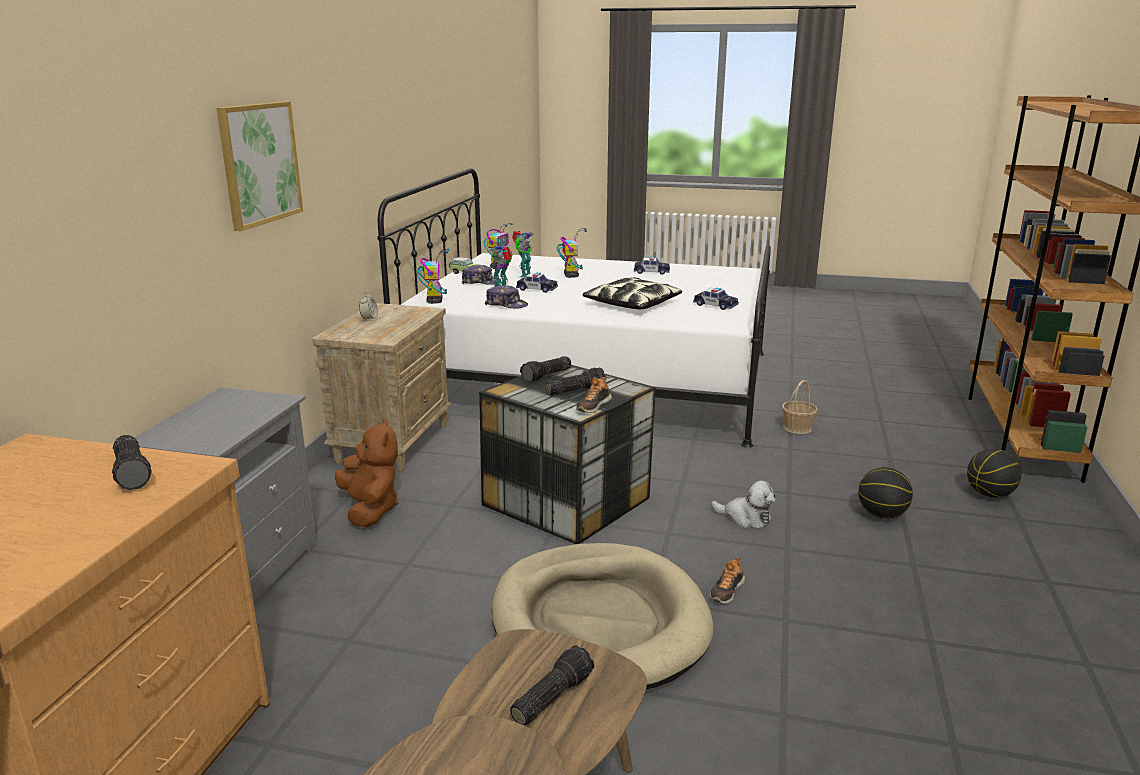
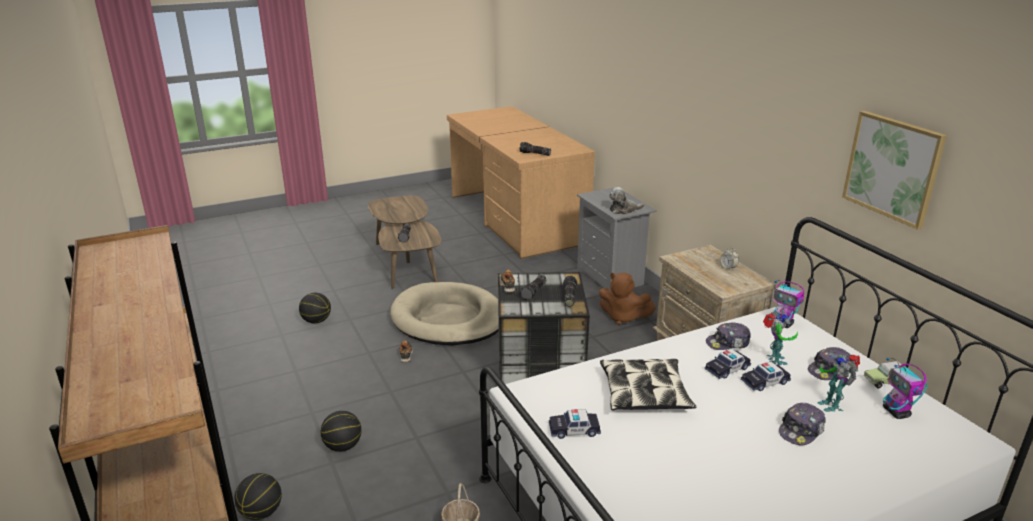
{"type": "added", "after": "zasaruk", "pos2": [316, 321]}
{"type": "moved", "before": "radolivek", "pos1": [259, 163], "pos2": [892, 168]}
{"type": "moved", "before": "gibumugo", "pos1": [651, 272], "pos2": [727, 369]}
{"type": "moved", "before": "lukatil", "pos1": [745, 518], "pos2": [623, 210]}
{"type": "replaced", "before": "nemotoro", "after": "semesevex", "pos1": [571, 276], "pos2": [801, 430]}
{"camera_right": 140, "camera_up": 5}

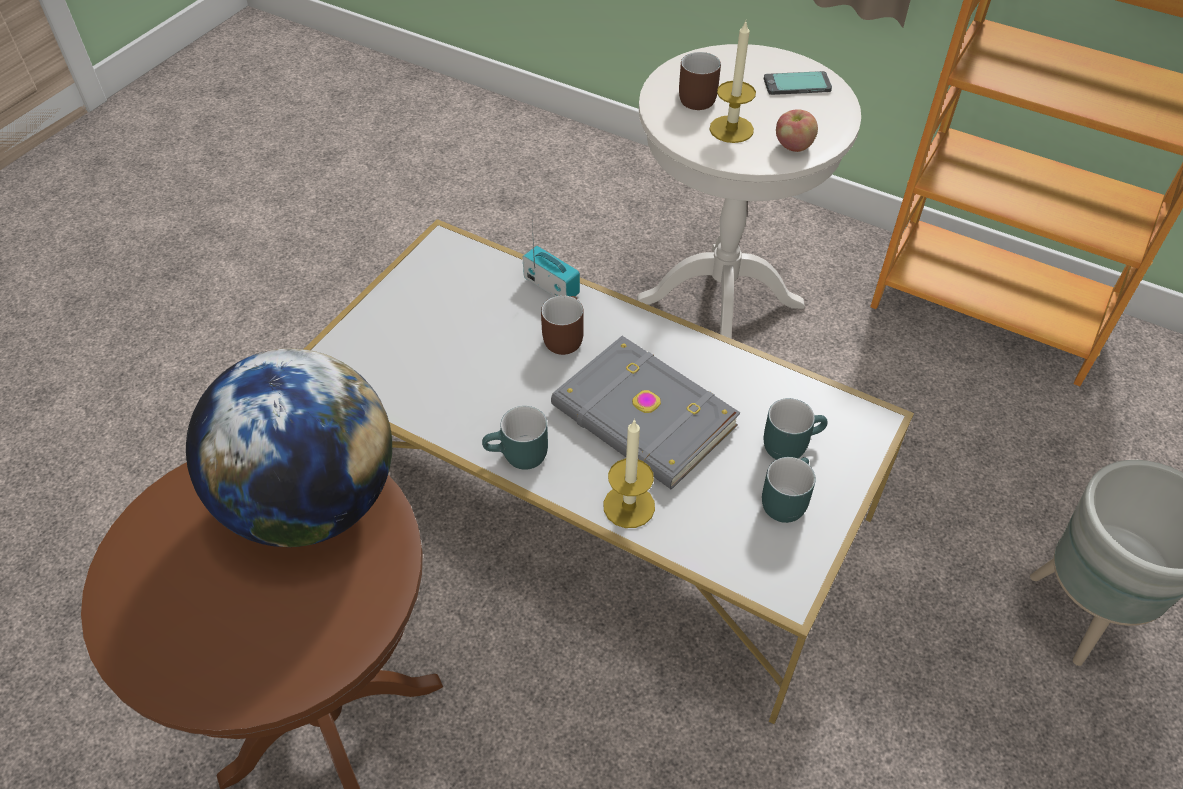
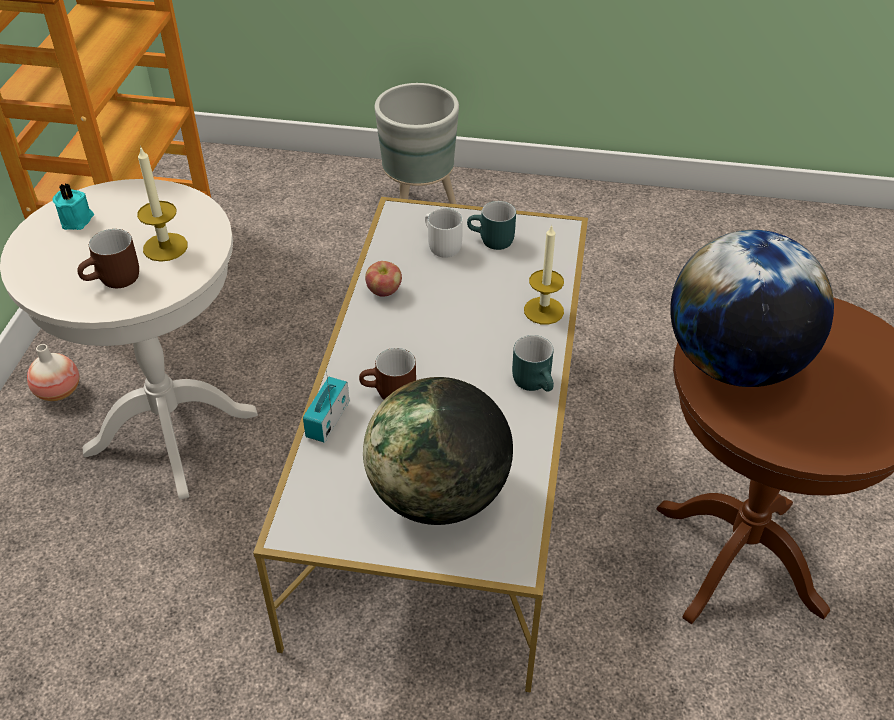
{"type": "removed", "before": "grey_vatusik", "pos1": [642, 418]}
{"type": "added", "after": "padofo", "pos2": [58, 392]}
{"type": "added", "after": "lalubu", "pos2": [438, 496]}
{"type": "moved", "before": "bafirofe", "pos1": [793, 146], "pos2": [384, 291]}
{"type": "replaced", "before": "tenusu", "after": "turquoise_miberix", "pos1": [797, 85], "pos2": [77, 220]}
{"type": "recoloured", "before": "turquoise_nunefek", "after": "white_nunefek", "pos1": [789, 442], "pos2": [439, 246]}
{"camera_right": -110, "camera_up": -5}

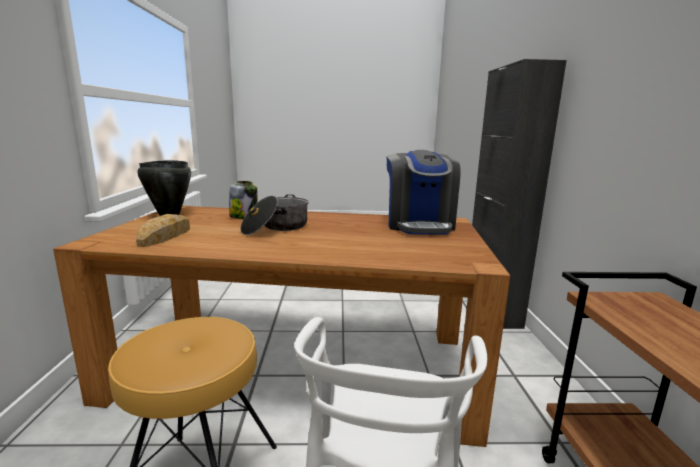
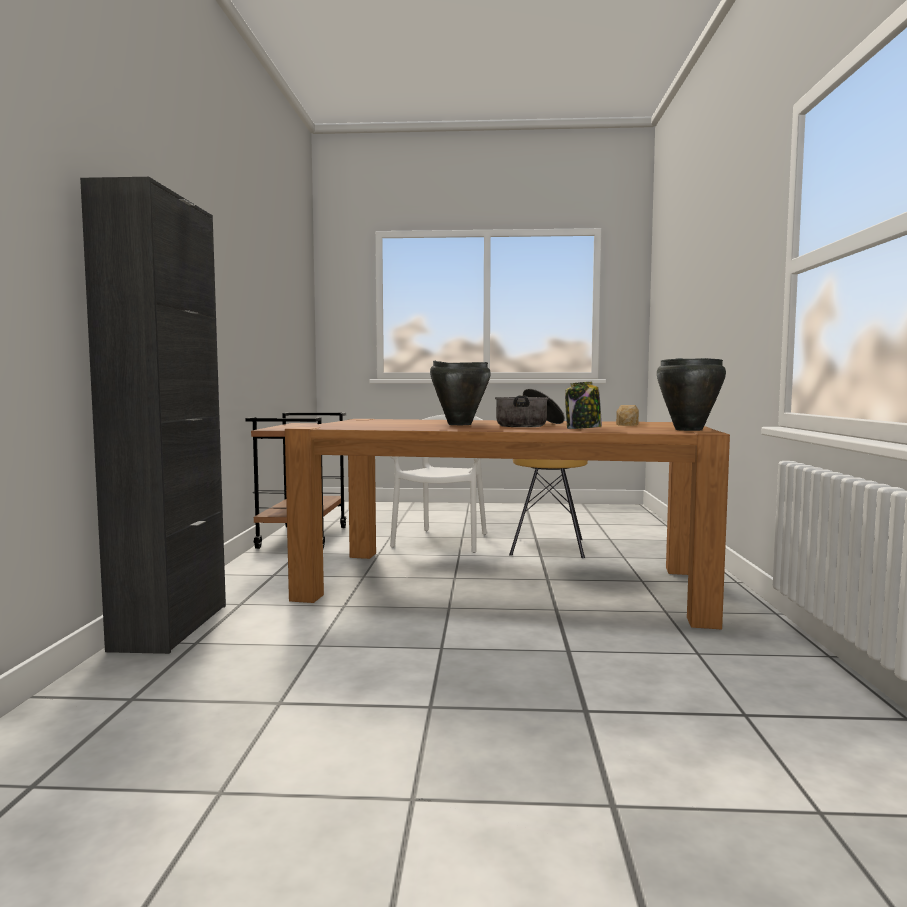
{"type": "removed", "before": "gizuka", "pos1": [419, 225]}
{"type": "added", "after": "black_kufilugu", "pos2": [459, 424]}
{"camera_right": -175, "camera_up": -10}

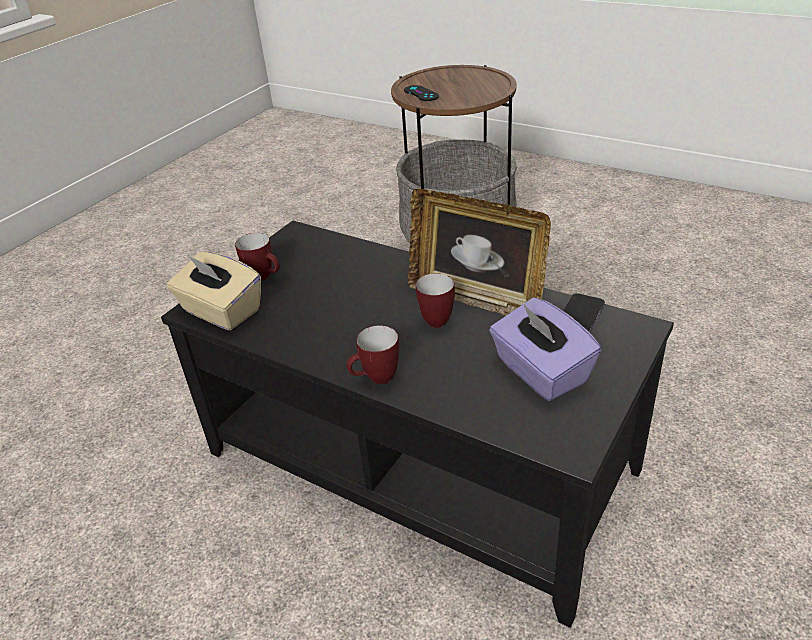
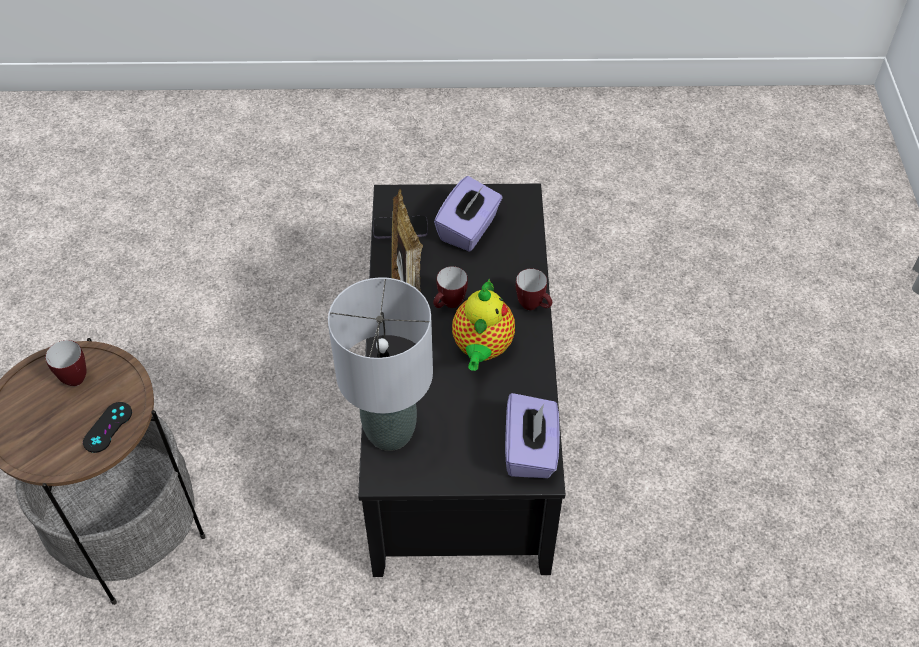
{"type": "added", "after": "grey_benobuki", "pos2": [389, 431]}
{"type": "added", "after": "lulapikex", "pos2": [482, 349]}
{"type": "moved", "before": "nunefek", "pos1": [264, 277], "pos2": [75, 375]}
{"type": "recoloured", "before": "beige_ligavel", "after": "purple_ligavel", "pos1": [221, 311], "pos2": [530, 451]}
{"camera_right": -125, "camera_up": 15}

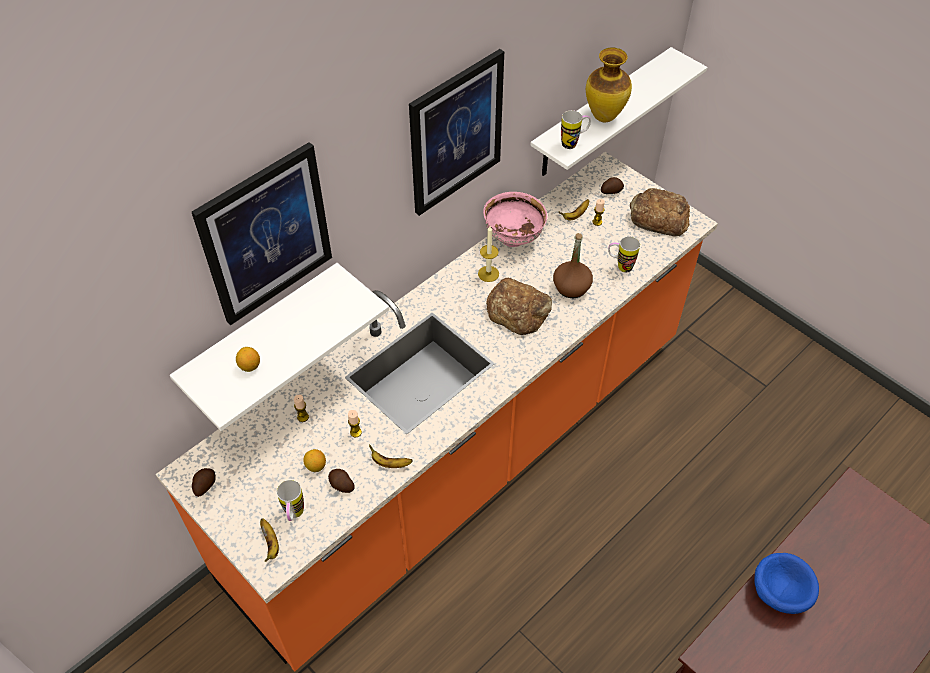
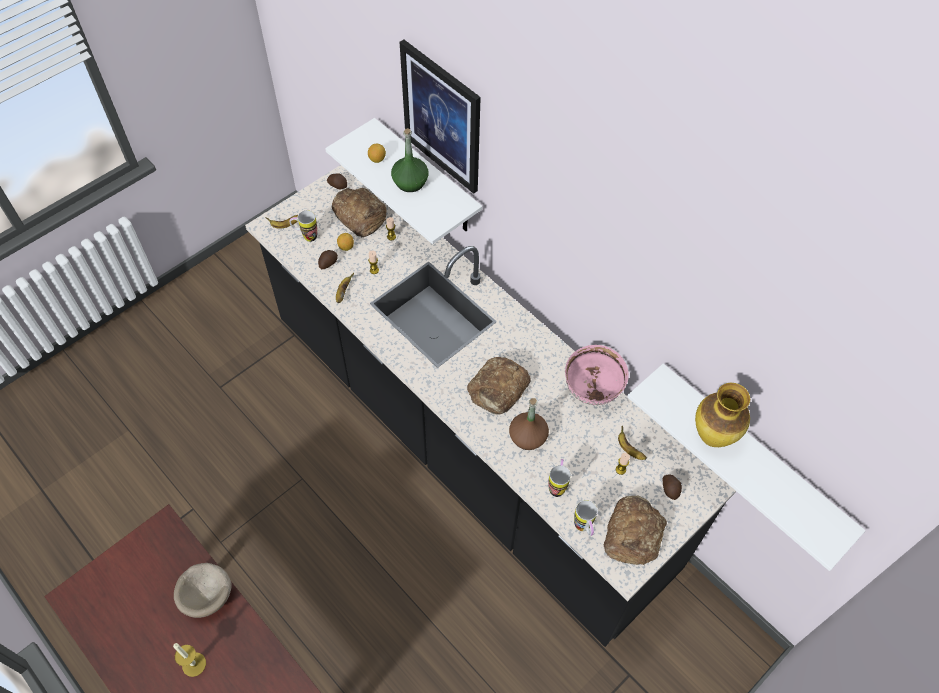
{"type": "removed", "before": "radolivek", "pos1": [456, 133]}
{"type": "added", "after": "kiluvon", "pos2": [360, 215]}
{"type": "added", "after": "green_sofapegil", "pos2": [410, 182]}
{"type": "moved", "before": "miberix", "pos1": [488, 274], "pos2": [194, 664]}
{"type": "moved", "before": "nunefek", "pos1": [573, 143], "pos2": [583, 529]}
{"type": "recoloured", "before": "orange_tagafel", "after": "black_tagafel", "pos1": [464, 457], "pos2": [467, 442]}
{"type": "recoloured", "before": "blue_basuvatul", "after": "beige_basuvatul", "pos1": [779, 590], "pos2": [208, 596]}
{"camera_right": 90, "camera_up": 5}

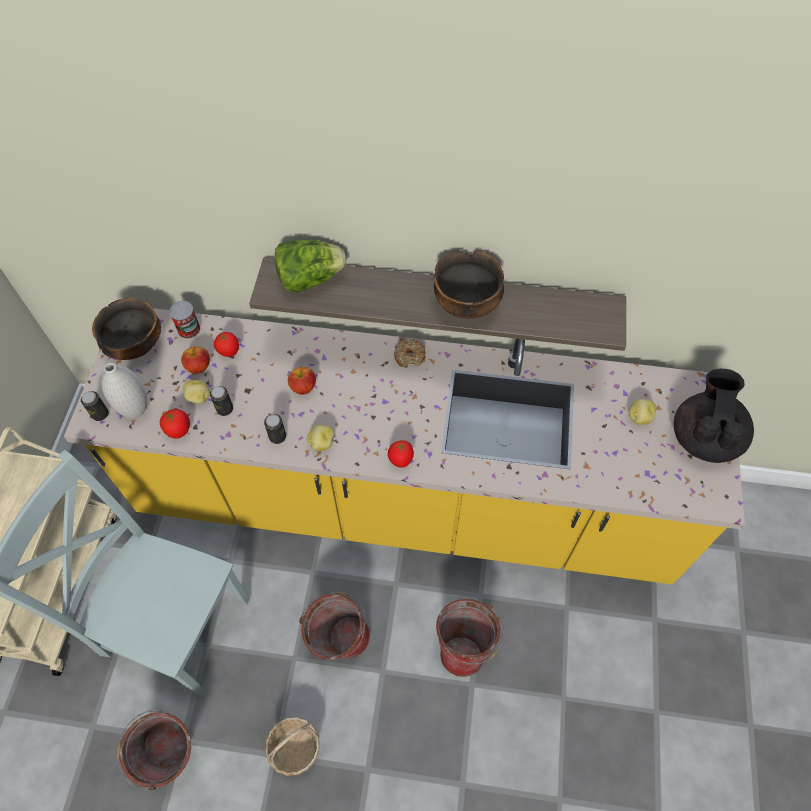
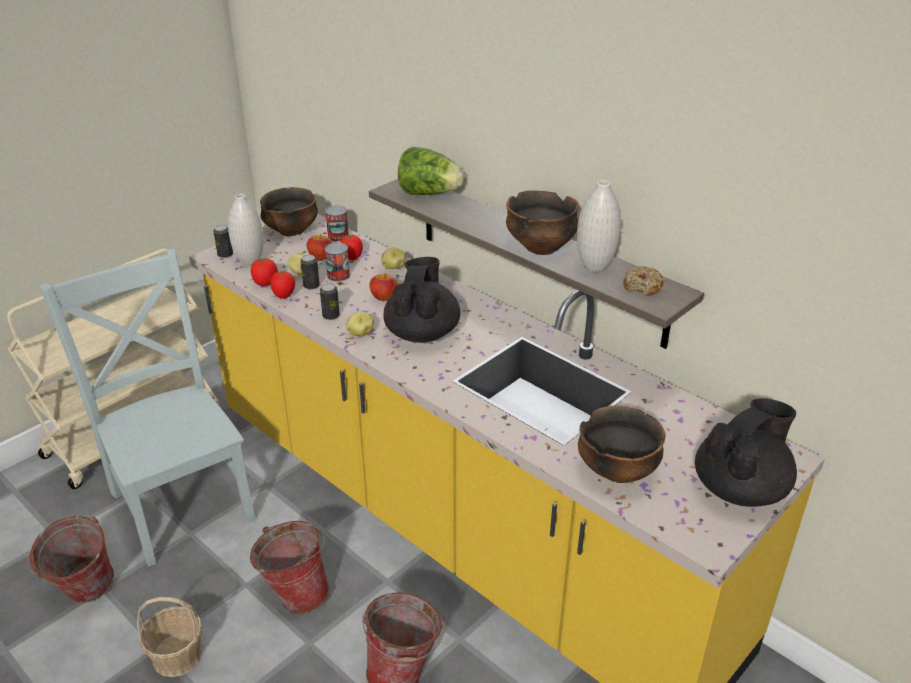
{"type": "added", "after": "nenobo", "pos2": [338, 276]}
{"type": "added", "after": "black_lulapikex", "pos2": [422, 333]}
{"type": "added", "after": "white_padofo", "pos2": [594, 267]}
{"type": "added", "after": "basuvatul", "pos2": [617, 471]}
{"type": "moved", "before": "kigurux", "pos1": [401, 460], "pos2": [284, 296]}
{"type": "moved", "before": "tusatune", "pos1": [409, 356], "pos2": [642, 287]}
{"type": "moved", "before": "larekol", "pos1": [639, 417], "pos2": [393, 267]}
{"camera_right": 35, "camera_up": -25}

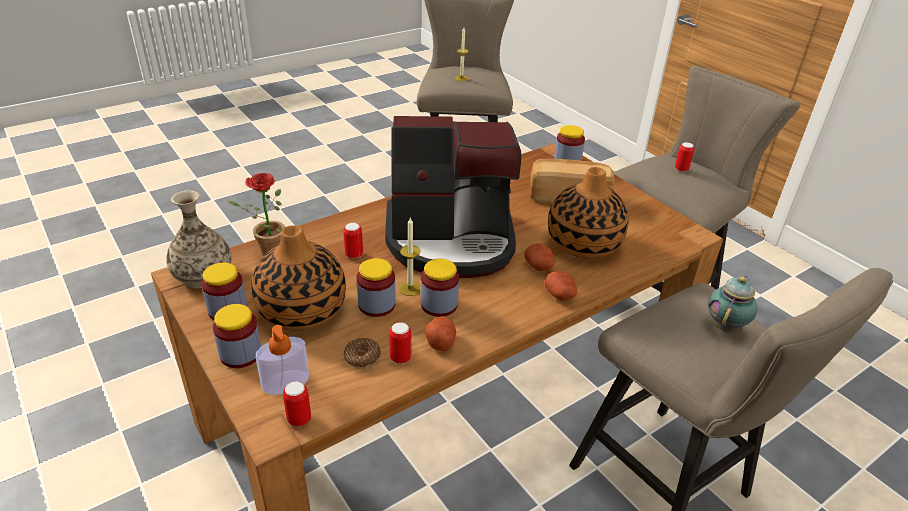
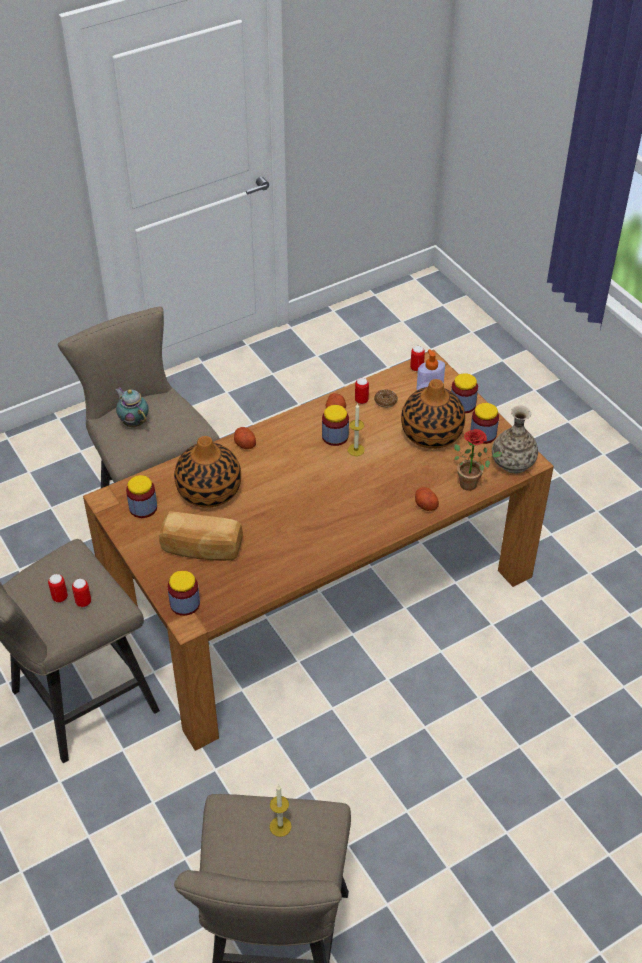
{"type": "removed", "before": "gizuka", "pos1": [451, 240]}
{"type": "moved", "before": "nenobo", "pos1": [354, 255], "pos2": [83, 602]}
{"type": "moved", "before": "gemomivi", "pos1": [376, 305], "pos2": [143, 508]}
{"type": "moved", "before": "larekol", "pos1": [539, 266], "pos2": [425, 504]}
{"type": "turned", "before": "lulapikex", "pos1": [725, 326], "pos2": [133, 422], "turn": 105}
{"camera_right": -175, "camera_up": 10}

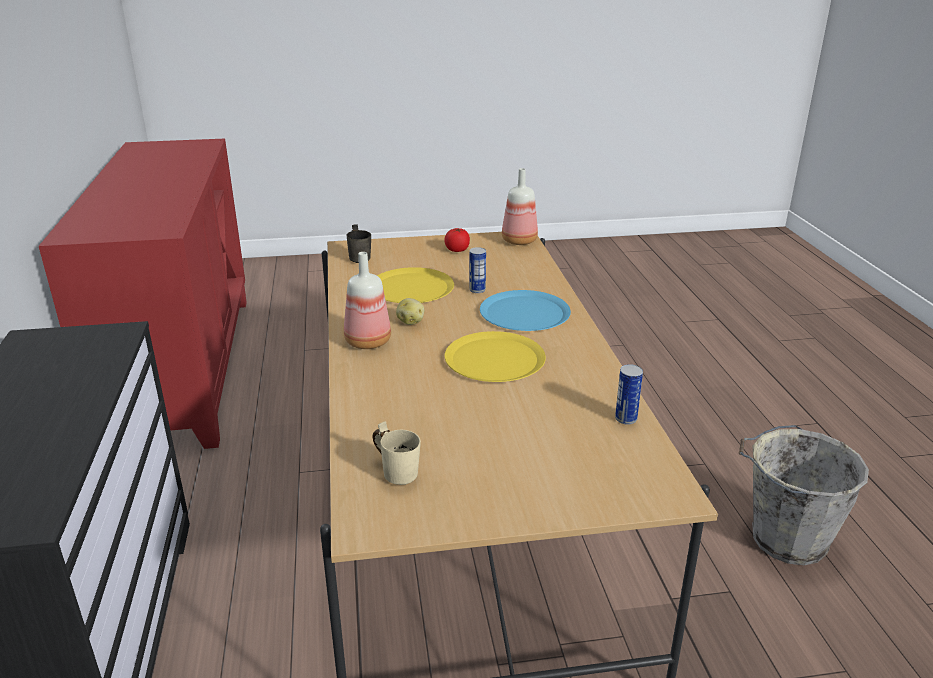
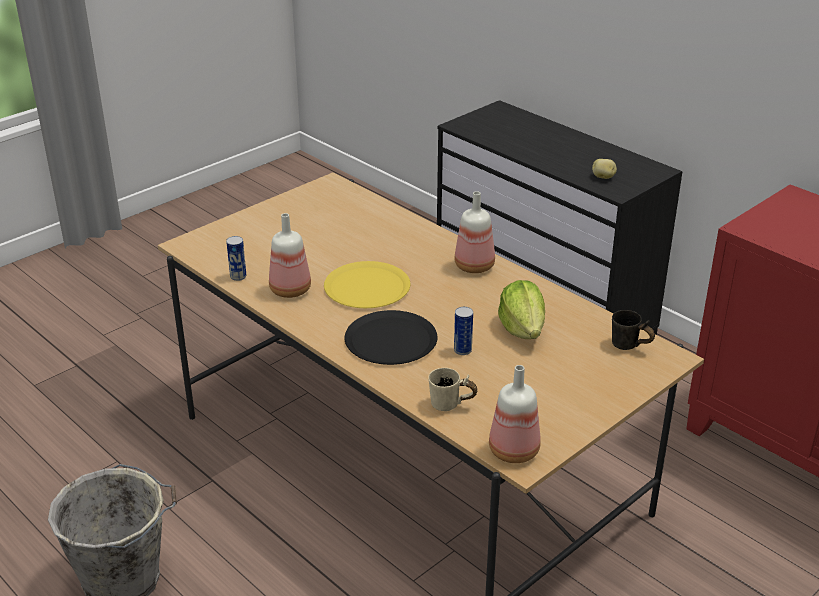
{"type": "removed", "before": "kigurux", "pos1": [457, 250]}
{"type": "added", "after": "sofapegil", "pos2": [291, 290]}
{"type": "moved", "before": "beige_nunefek", "pos1": [399, 471], "pos2": [450, 407]}
{"type": "moved", "before": "larekol", "pos1": [411, 322], "pos2": [603, 177]}
{"type": "replaced", "before": "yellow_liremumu", "after": "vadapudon", "pos1": [411, 288], "pos2": [522, 329]}
{"type": "recoloured", "before": "blue_liremumu", "after": "black_liremumu", "pos1": [525, 313], "pos2": [391, 340]}
{"camera_right": 145, "camera_up": 5}

